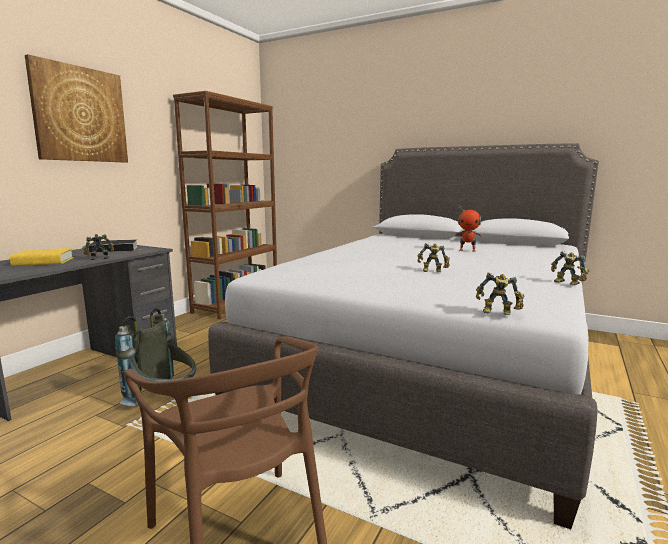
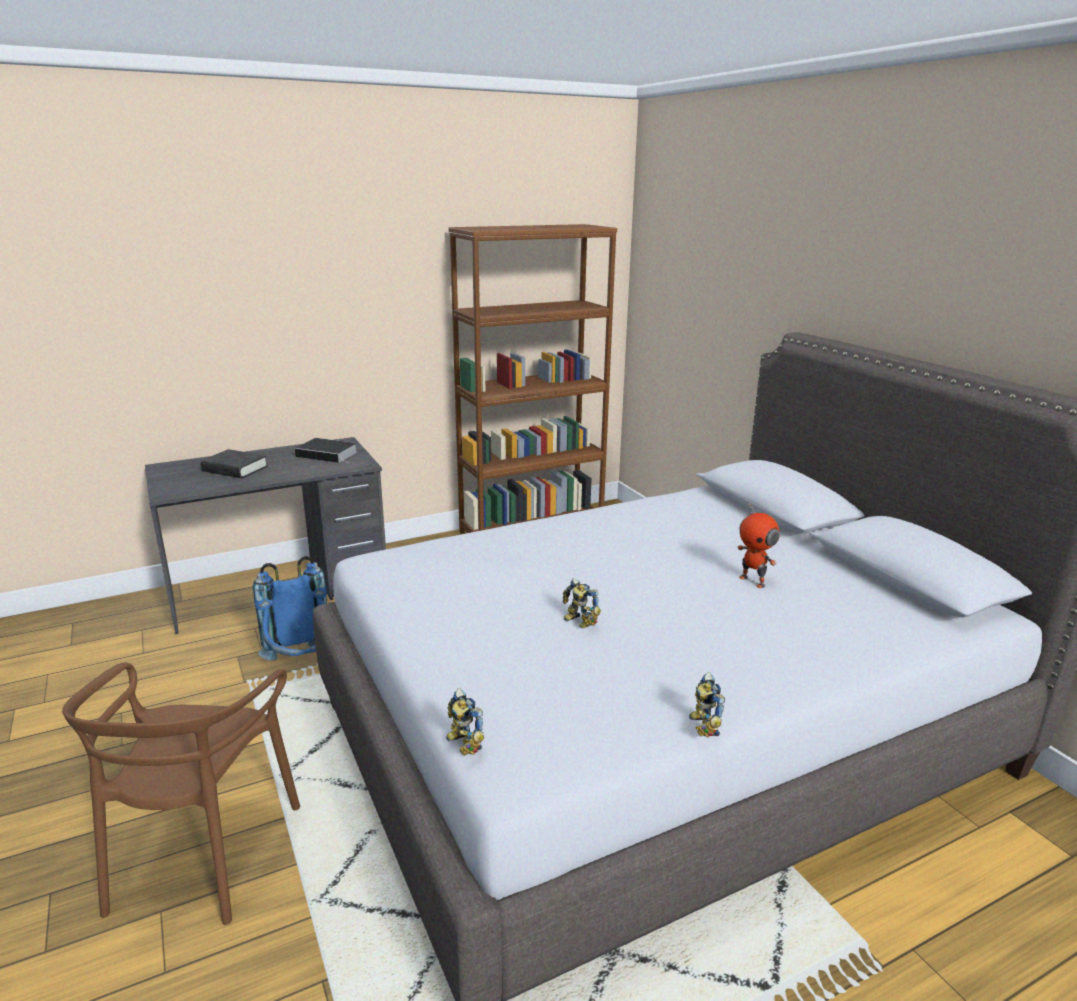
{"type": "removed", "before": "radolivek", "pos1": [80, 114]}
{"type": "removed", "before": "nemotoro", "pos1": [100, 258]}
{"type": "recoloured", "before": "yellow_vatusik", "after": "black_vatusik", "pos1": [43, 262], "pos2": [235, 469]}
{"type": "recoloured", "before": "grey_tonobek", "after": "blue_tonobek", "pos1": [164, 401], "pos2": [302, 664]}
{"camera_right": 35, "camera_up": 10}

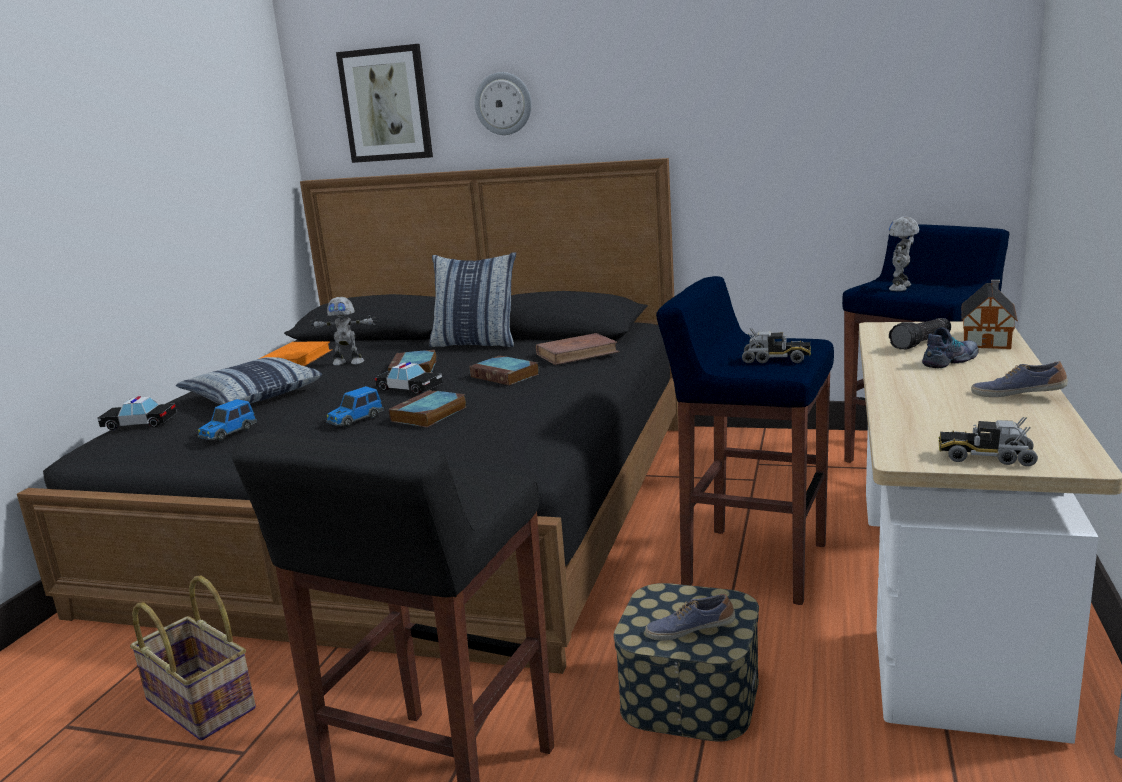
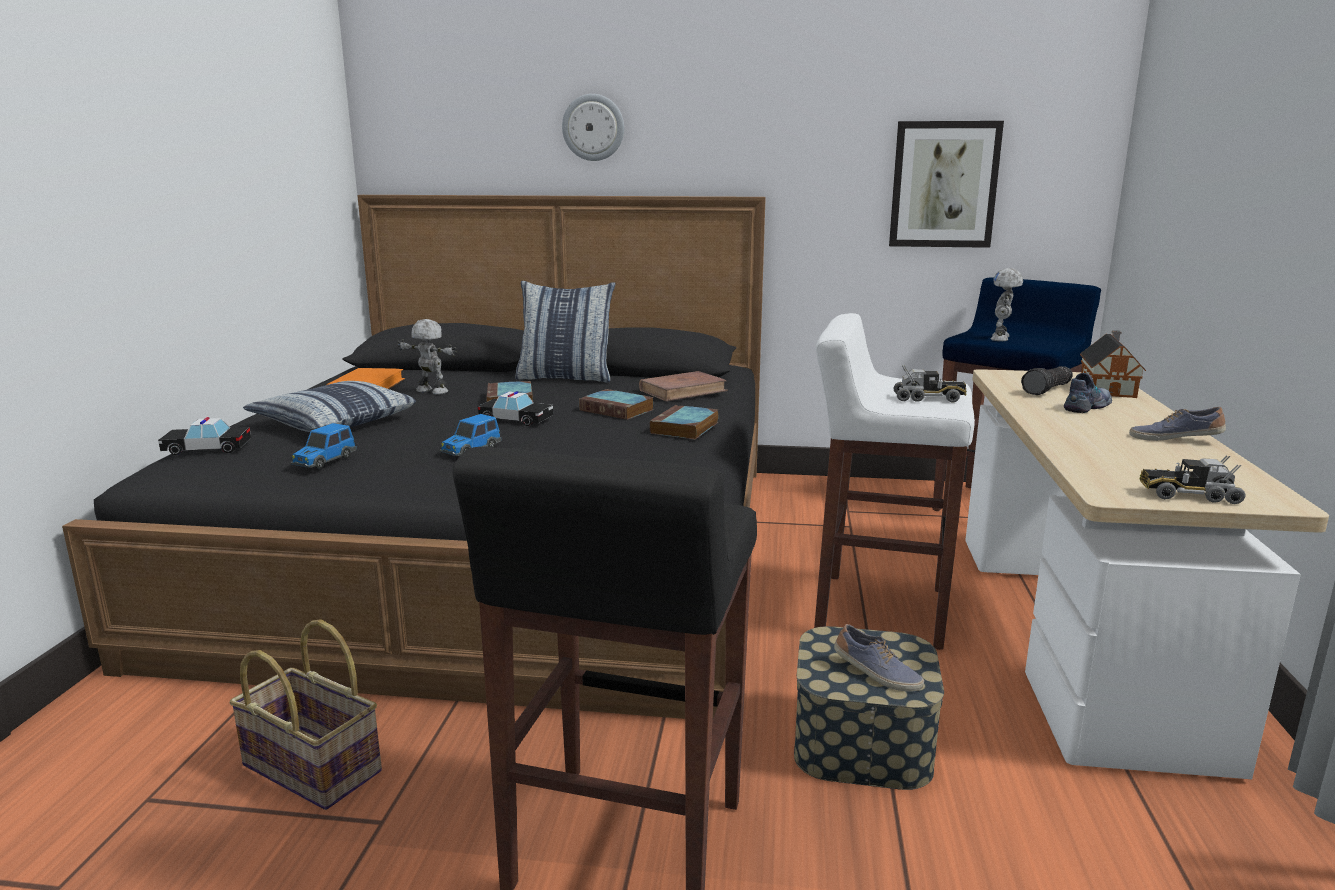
{"type": "moved", "before": "radolivek", "pos1": [386, 105], "pos2": [944, 185]}
{"type": "moved", "before": "vatusik", "pos1": [428, 414], "pos2": [684, 428]}
{"type": "recoloured", "before": "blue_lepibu", "after": "white_lepibu", "pos1": [752, 564], "pos2": [878, 609]}
{"type": "turned", "before": "nemotoro", "pos1": [349, 362], "pos2": [431, 392], "turn": -150}
{"type": "turned", "before": "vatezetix", "pos1": [690, 630], "pos2": [876, 674], "turn": -135}
{"camera_right": -10, "camera_up": 0}

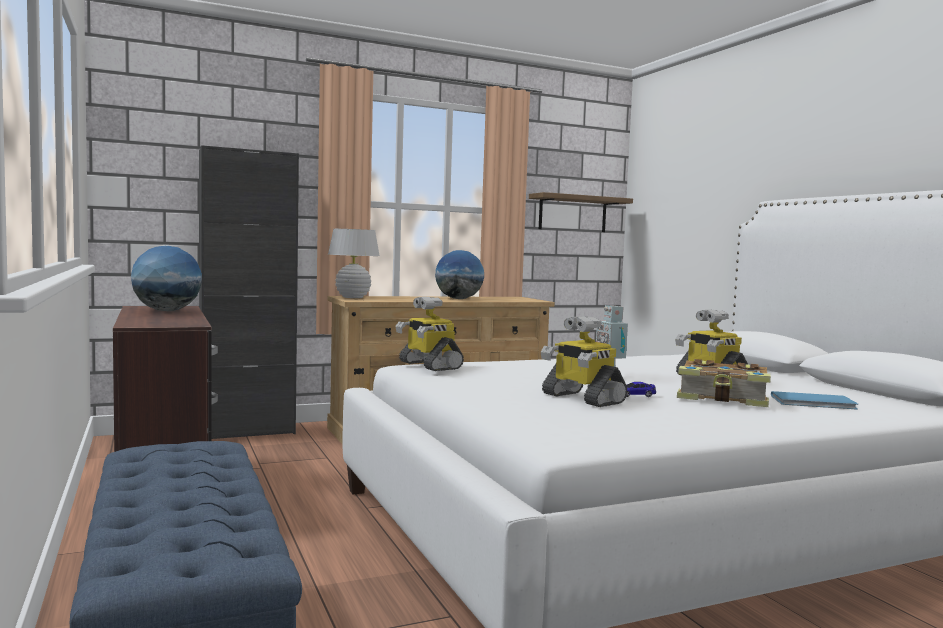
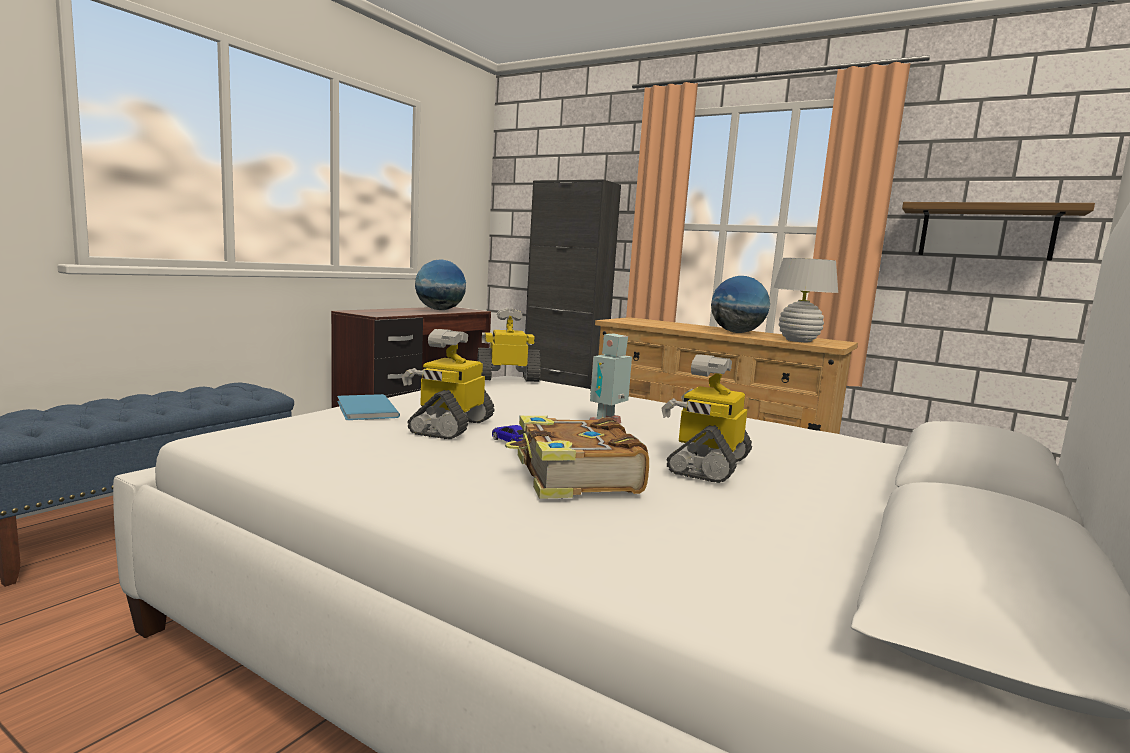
{"type": "moved", "before": "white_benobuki", "pos1": [352, 297], "pos2": [798, 341]}
{"type": "moved", "before": "blue_vatusik", "pos1": [815, 403], "pos2": [365, 409]}
{"type": "turned", "before": "nemotoro", "pos1": [429, 365], "pos2": [507, 378], "turn": 60}
{"camera_right": 55, "camera_up": 5}

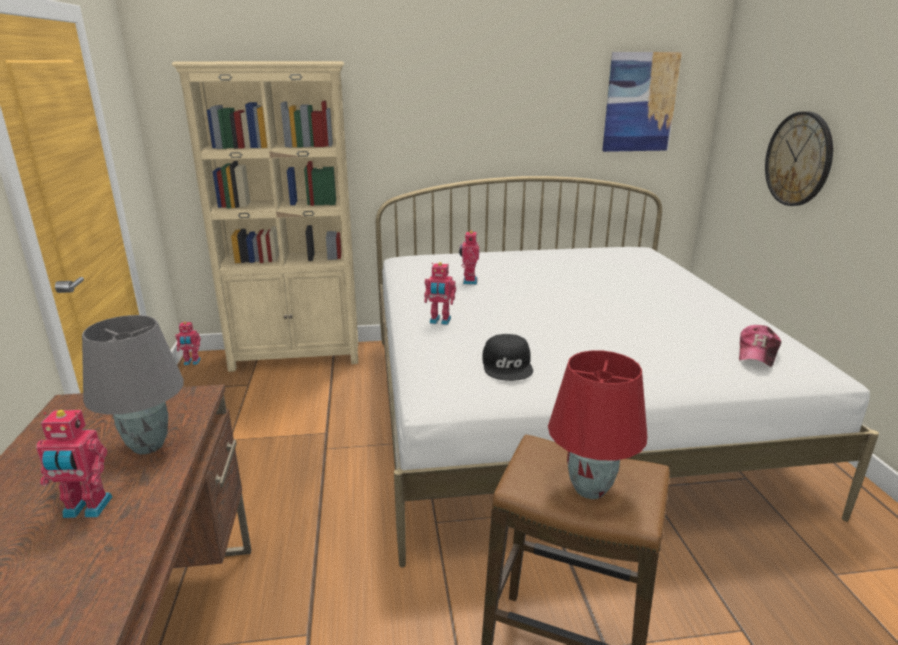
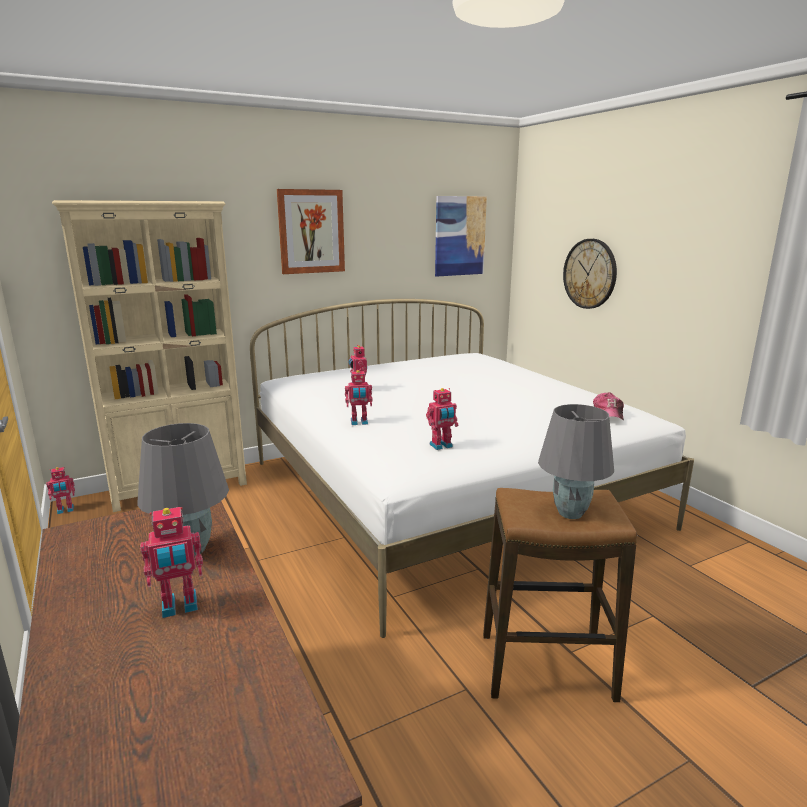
{"type": "added", "after": "radolivek", "pos2": [311, 231]}
{"type": "replaced", "before": "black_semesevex", "after": "nemotoro", "pos1": [508, 365], "pos2": [441, 446]}
{"type": "recoloured", "before": "red_benobuki", "after": "grey_benobuki", "pos1": [591, 489], "pos2": [571, 513]}
{"camera_right": -20, "camera_up": -5}

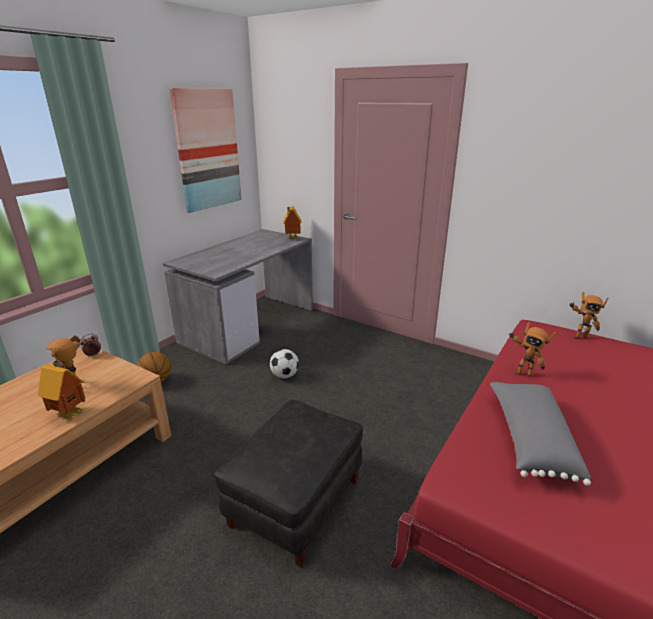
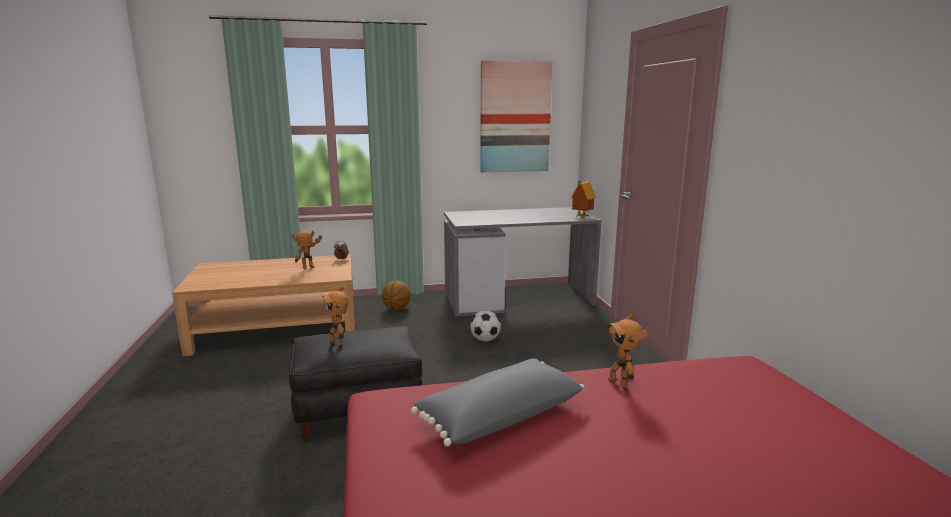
{"type": "removed", "before": "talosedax", "pos1": [70, 413]}
{"type": "moved", "before": "nemotoro", "pos1": [579, 336], "pos2": [338, 343]}
{"camera_right": 45, "camera_up": -10}

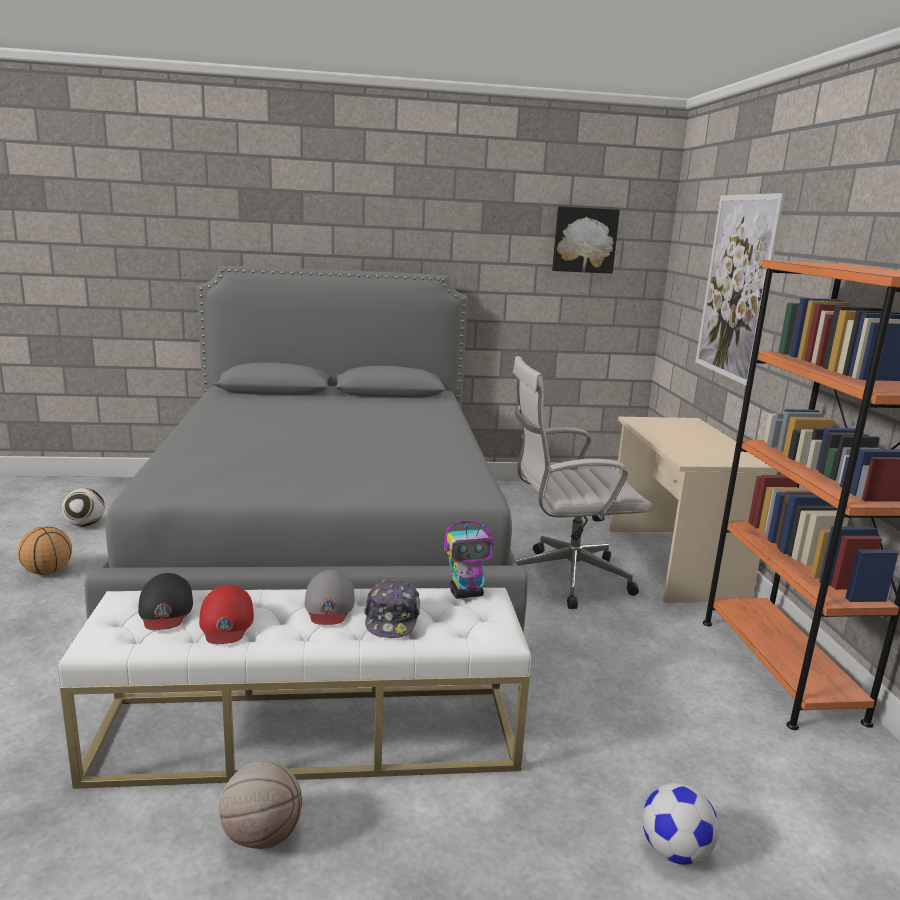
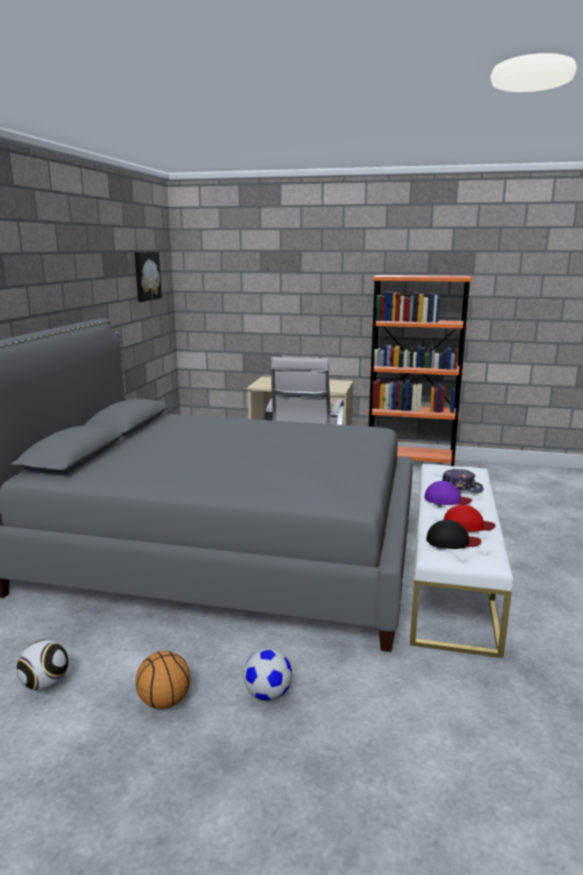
{"type": "removed", "before": "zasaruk", "pos1": [262, 835]}
{"type": "removed", "before": "nemotoro", "pos1": [466, 593]}
{"type": "removed", "before": "radolivek", "pos1": [736, 287]}
{"type": "moved", "before": "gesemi", "pos1": [674, 851], "pos2": [267, 694]}
{"type": "recoloured", "before": "grey_semesevex", "after": "purple_semesevex", "pos1": [329, 605], "pos2": [446, 499]}
{"camera_right": -70, "camera_up": 0}

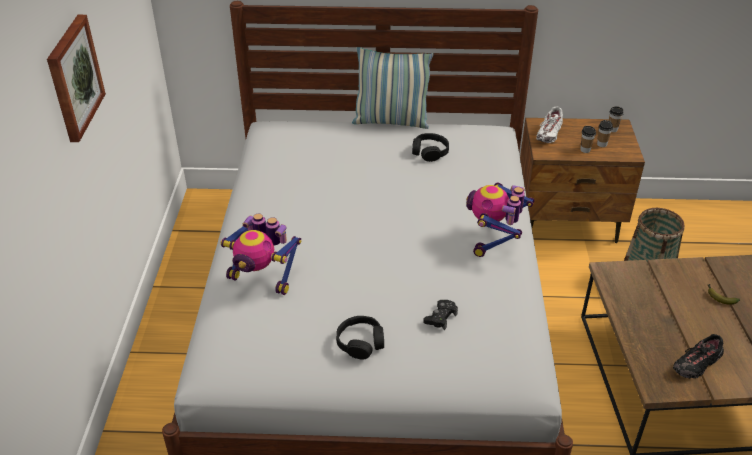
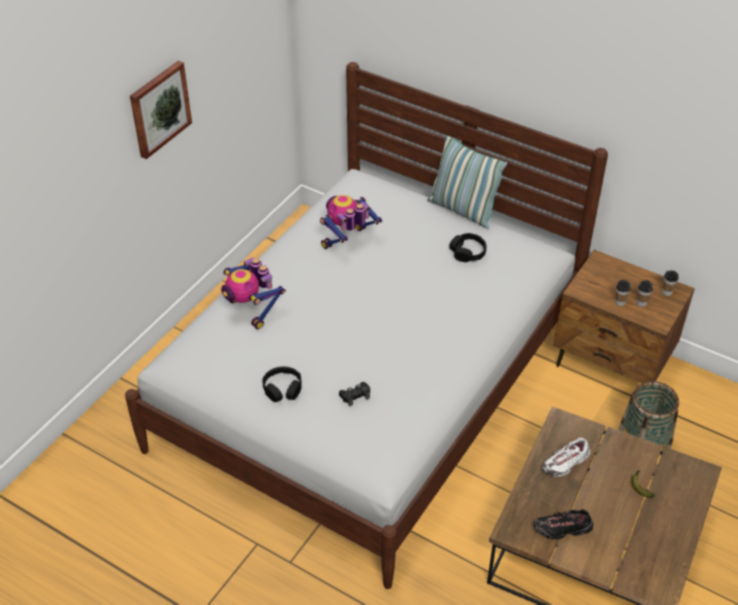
{"type": "moved", "before": "nemotoro", "pos1": [495, 240], "pos2": [347, 242]}
{"type": "moved", "before": "white_vatezetix", "pos1": [549, 134], "pos2": [565, 463]}
{"camera_right": 30, "camera_up": 5}

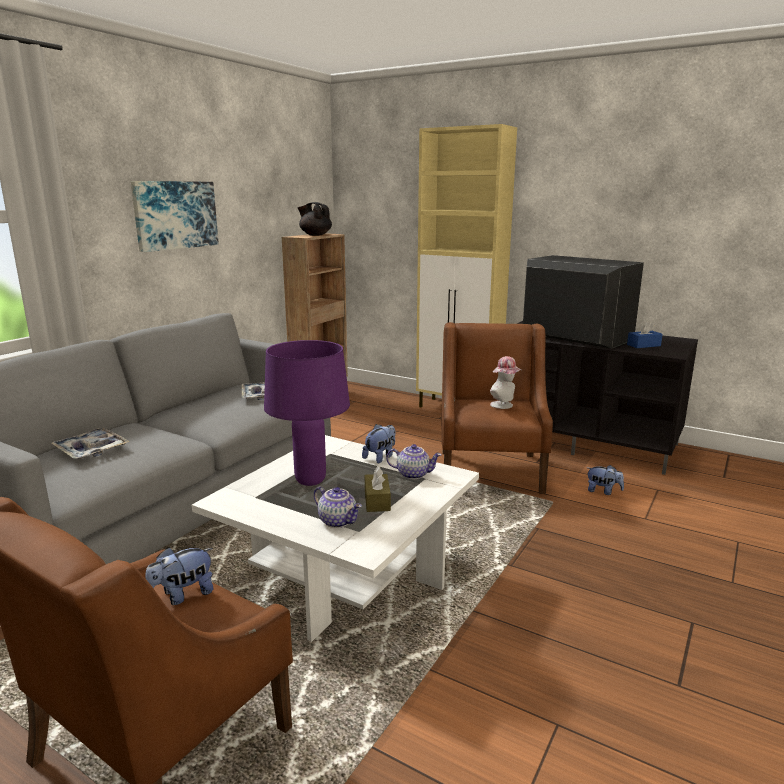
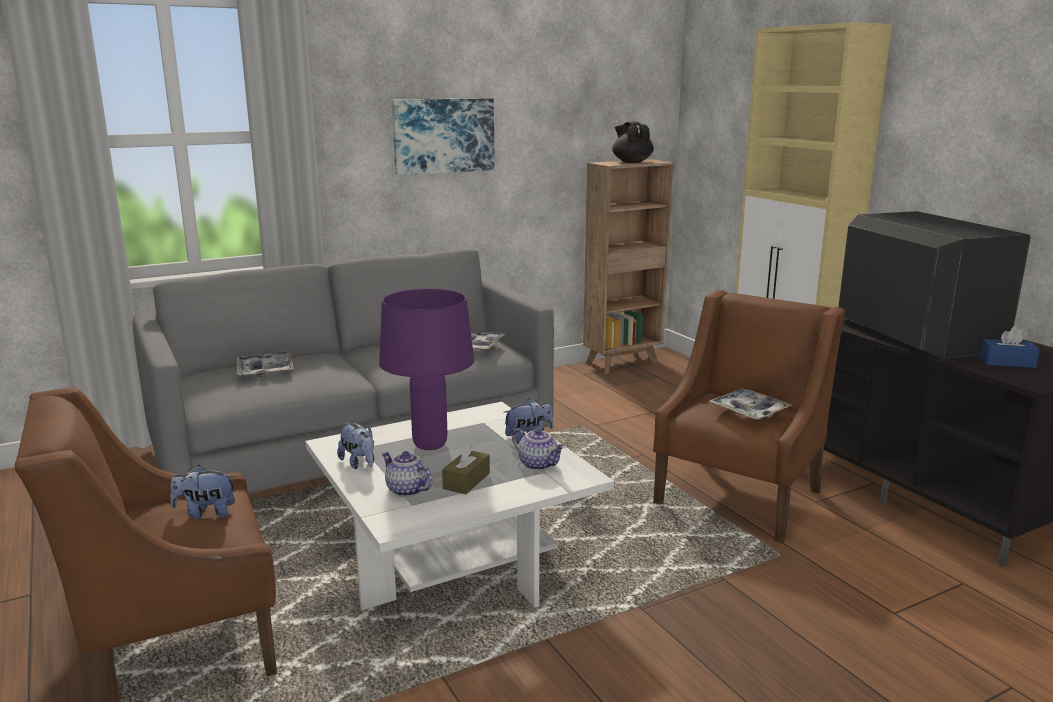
{"type": "moved", "before": "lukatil", "pos1": [603, 491], "pos2": [359, 463]}
{"type": "replaced", "before": "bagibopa", "after": "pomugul", "pos1": [504, 405], "pos2": [749, 411]}
{"type": "turned", "before": "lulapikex", "pos1": [338, 521], "pos2": [406, 490], "turn": 150}
{"camera_right": 30, "camera_up": 0}

